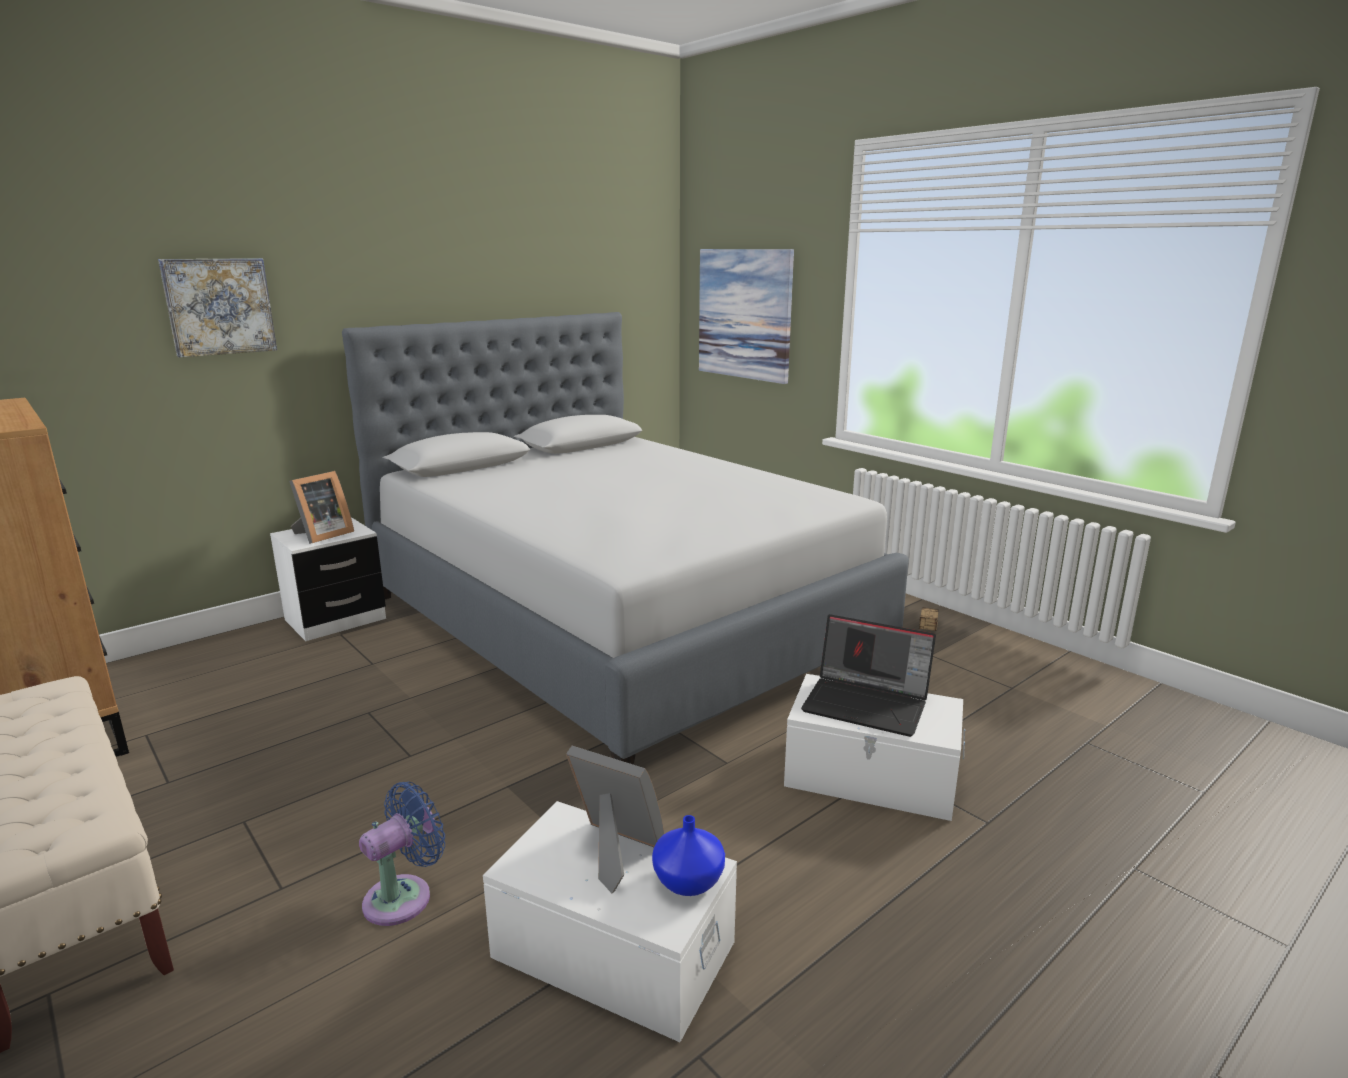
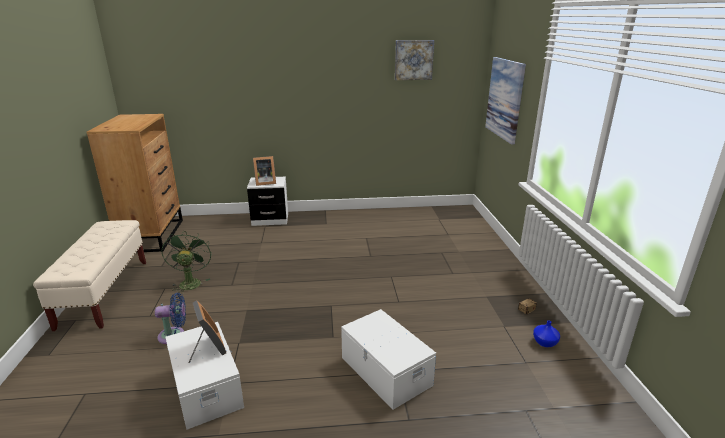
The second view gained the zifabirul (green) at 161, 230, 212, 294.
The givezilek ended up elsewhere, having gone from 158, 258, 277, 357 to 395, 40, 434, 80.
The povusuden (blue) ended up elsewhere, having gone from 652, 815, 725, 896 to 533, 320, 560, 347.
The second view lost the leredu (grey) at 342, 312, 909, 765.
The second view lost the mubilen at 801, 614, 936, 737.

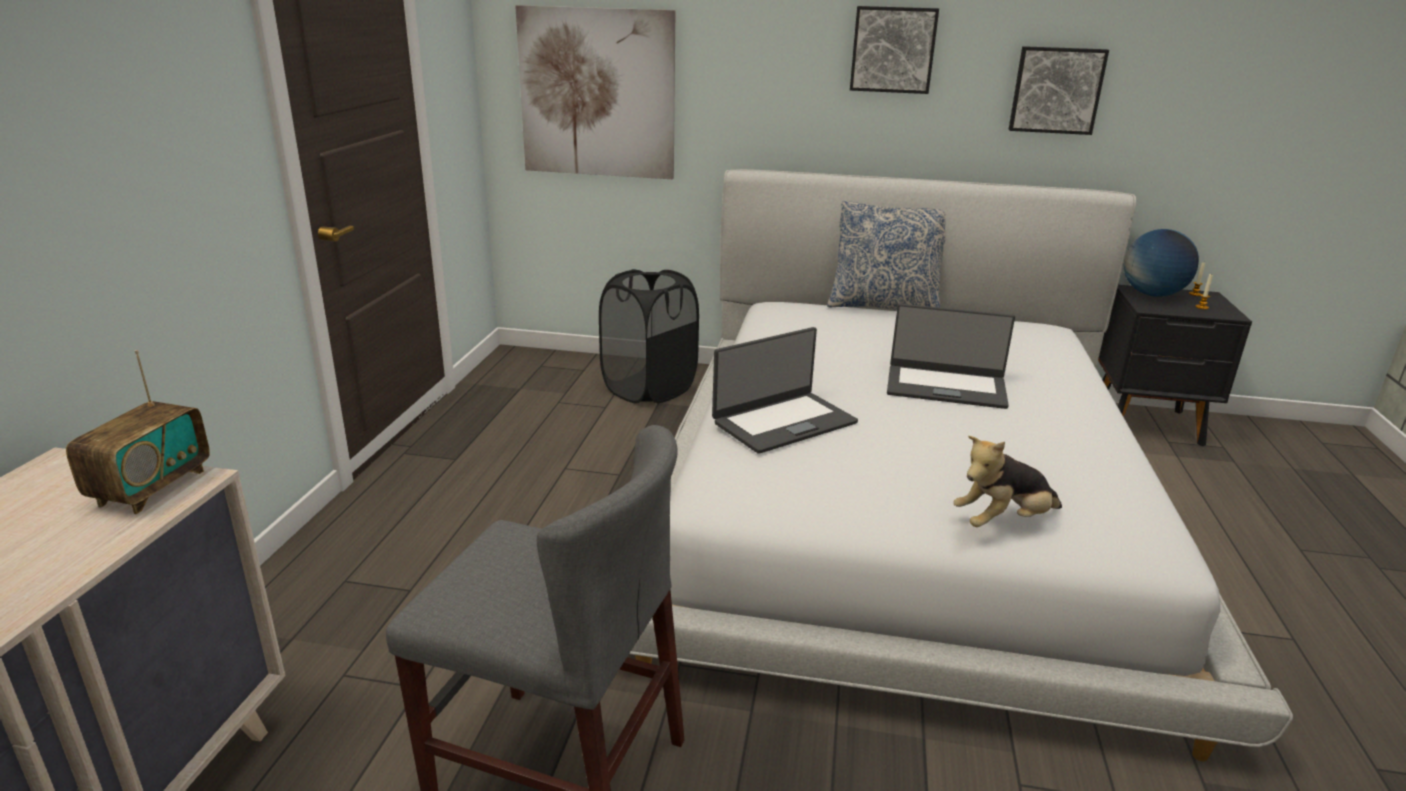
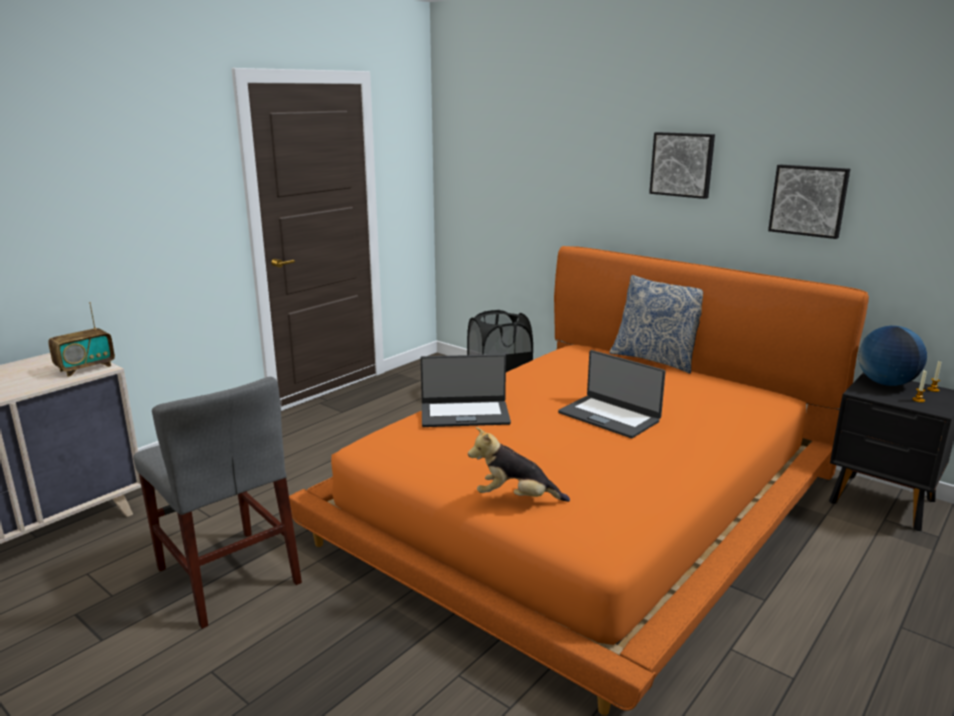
What was the leredu (white) at 629, 169, 1293, 761 turned into the leredu (orange) at 289, 246, 869, 715.
The second view lost the givezilek at 515, 5, 675, 179.

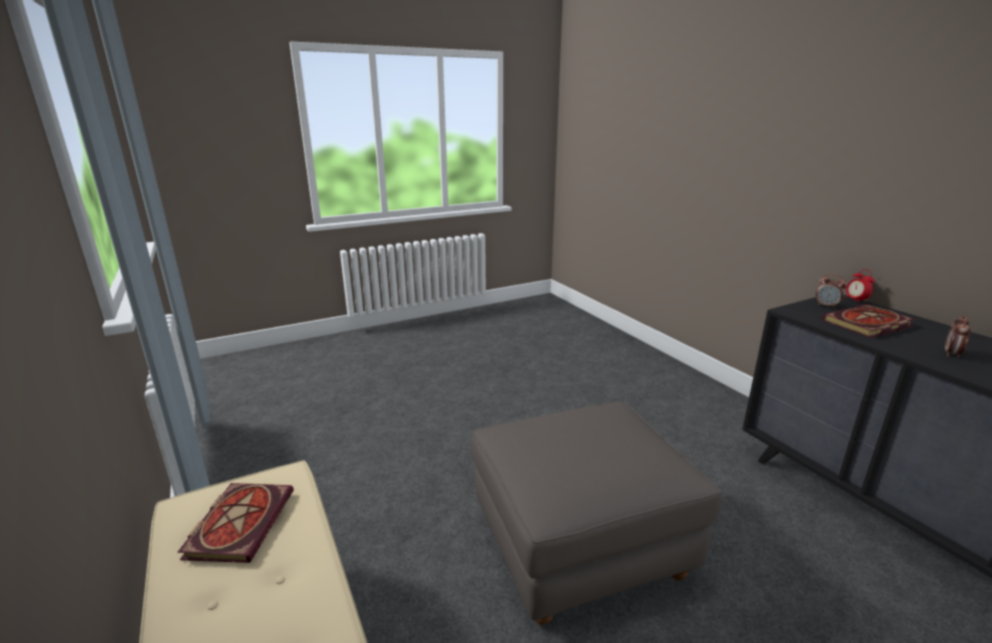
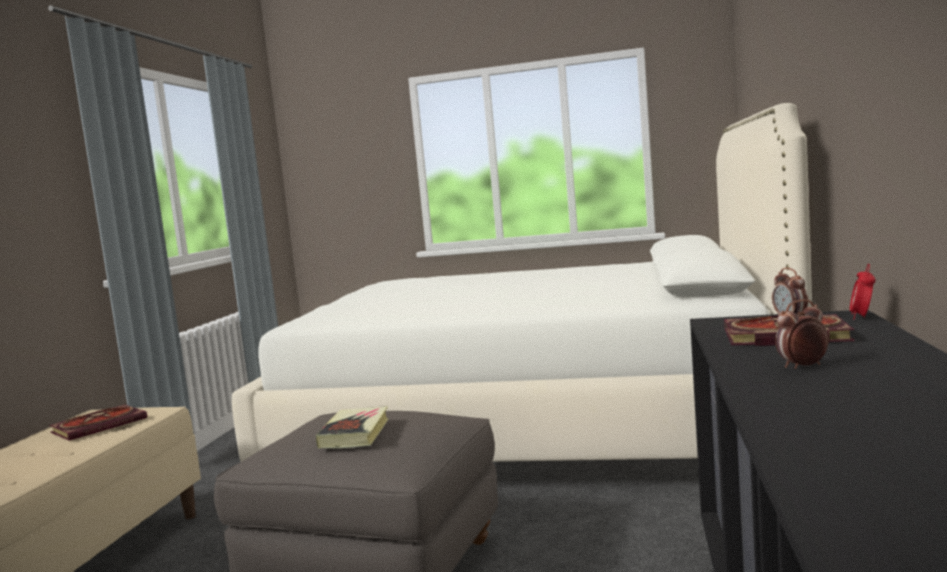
The second view gained the leredu (white) at 232, 103, 812, 462.
The second view gained the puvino at 315, 406, 388, 449.

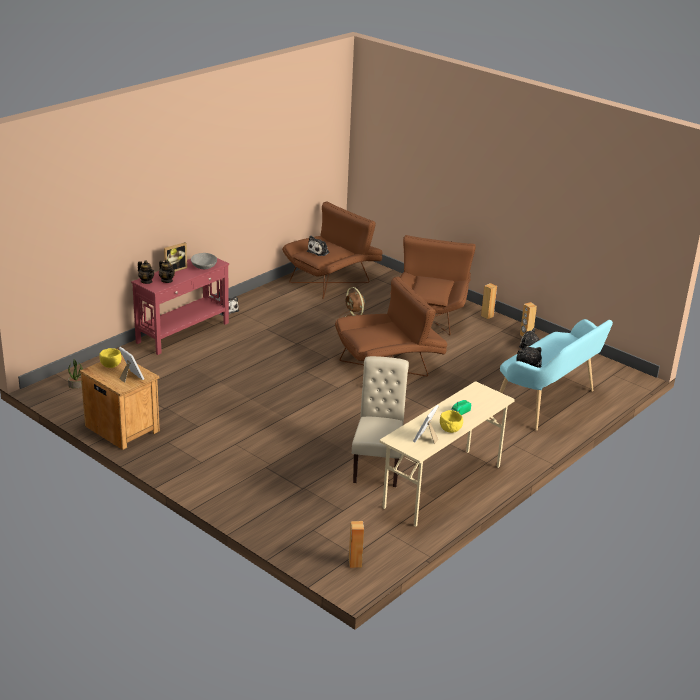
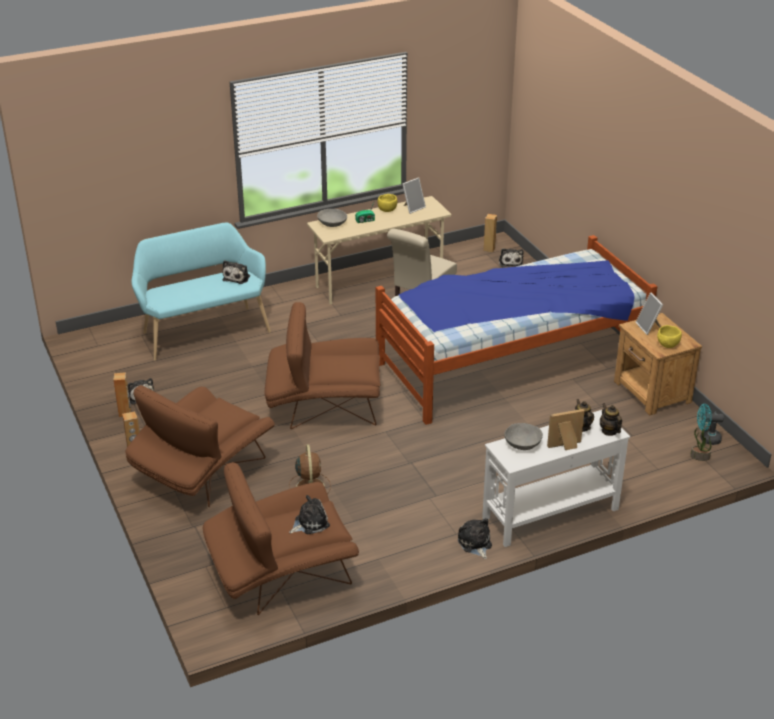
The second view gained the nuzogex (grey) at 317, 209, 347, 227.
The second view gained the leredu at 376, 235, 657, 425.
What was the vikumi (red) at 131, 258, 229, 355 turned into the vikumi (white) at 482, 410, 630, 547.
The second view gained the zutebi at 499, 248, 524, 267.
The second view gained the zifabirul (turquoise) at 697, 404, 724, 445.

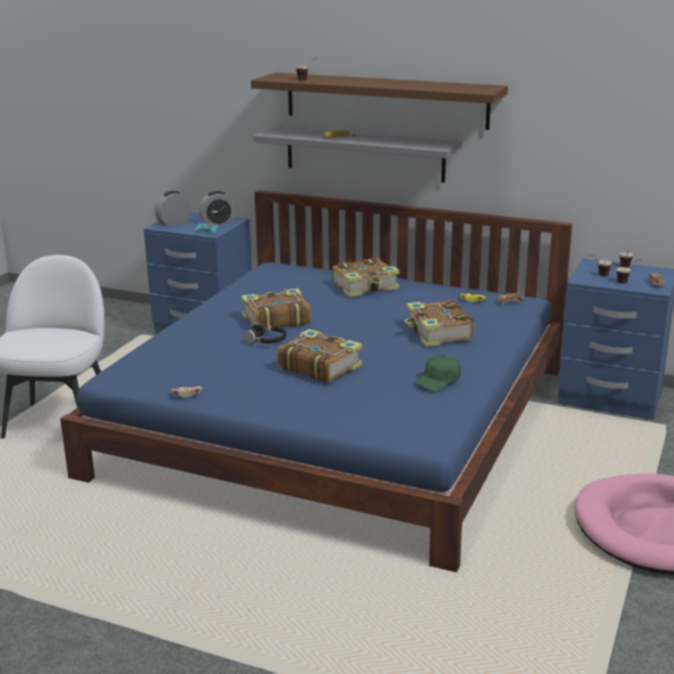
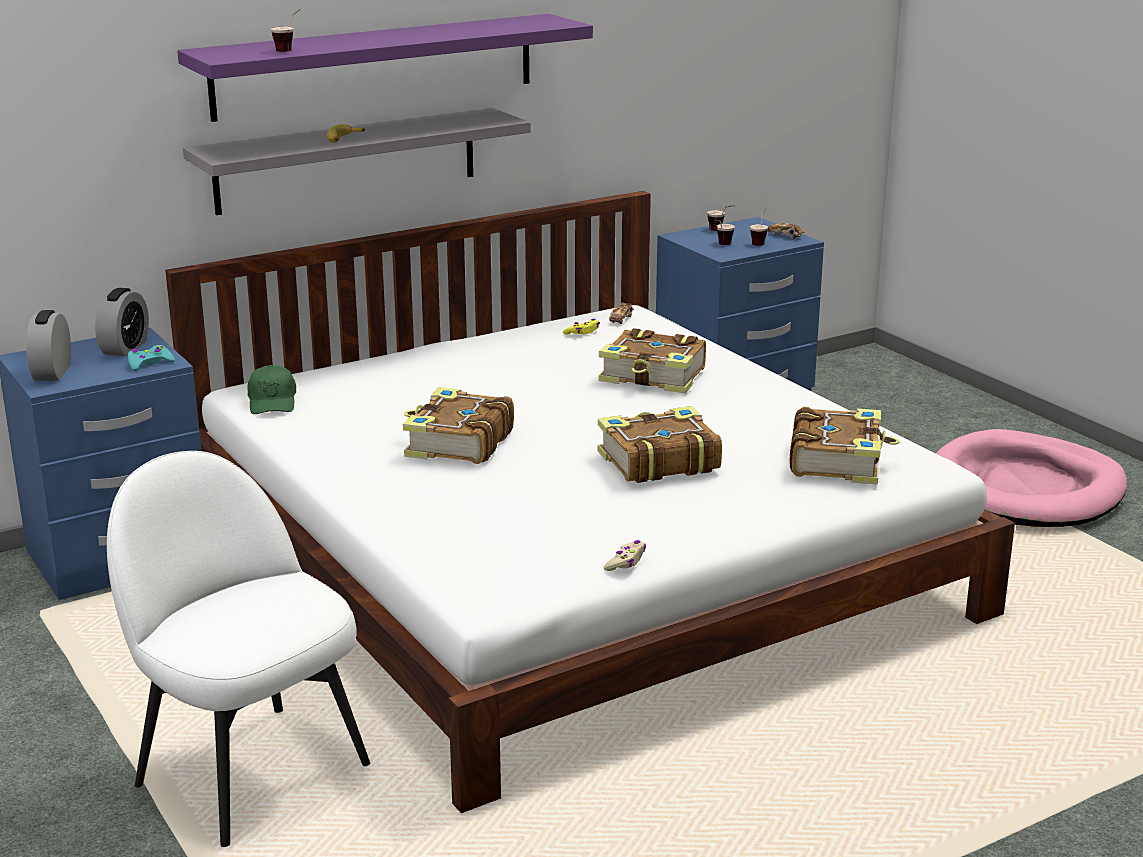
What was the leredu (blue) at 60, 190, 572, 573 turned into the leredu (white) at 165, 191, 1015, 813.
What was the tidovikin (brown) at 251, 73, 508, 130 turned into the tidovikin (purple) at 177, 14, 593, 122.
The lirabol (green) ended up elsewhere, having gone from 414, 355, 461, 392 to 248, 365, 296, 414.
The puvino ended up elsewhere, having gone from 332, 258, 400, 297 to 789, 407, 900, 485.
The second view lost the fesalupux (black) at 245, 323, 287, 344.

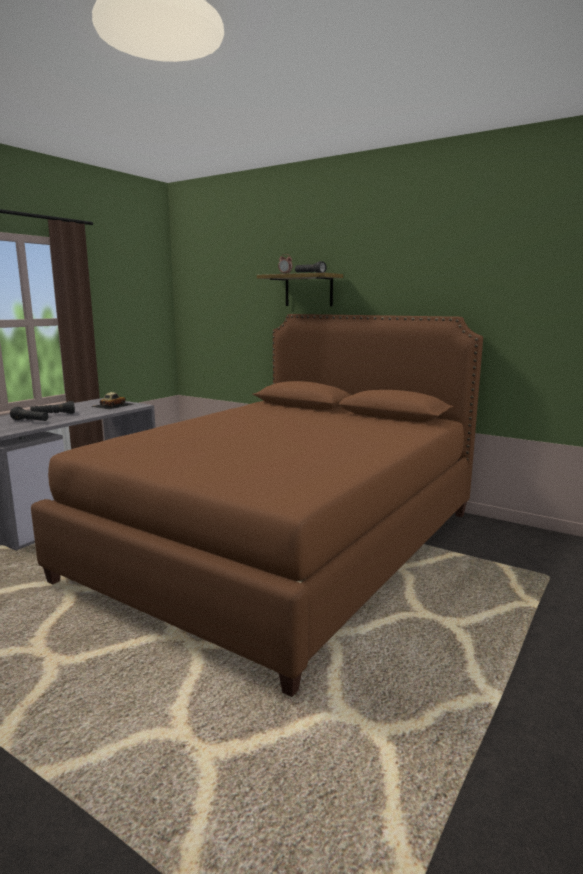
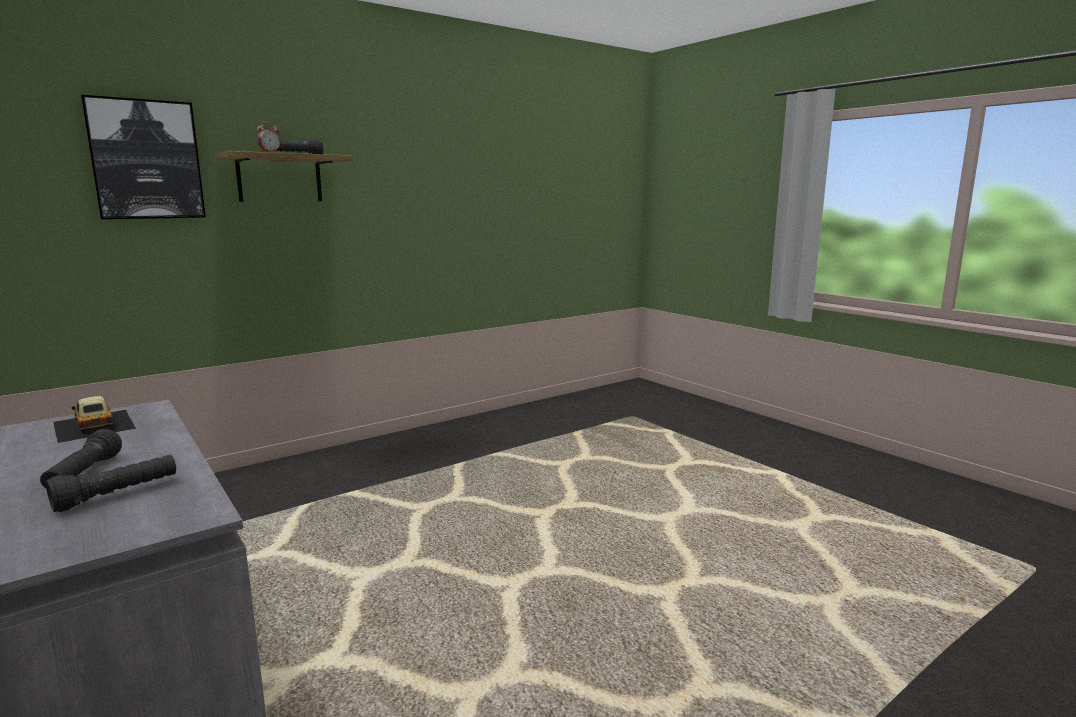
The second view gained the givezilek at 81, 95, 206, 219.
The second view lost the leredu (brown) at 31, 314, 483, 697.

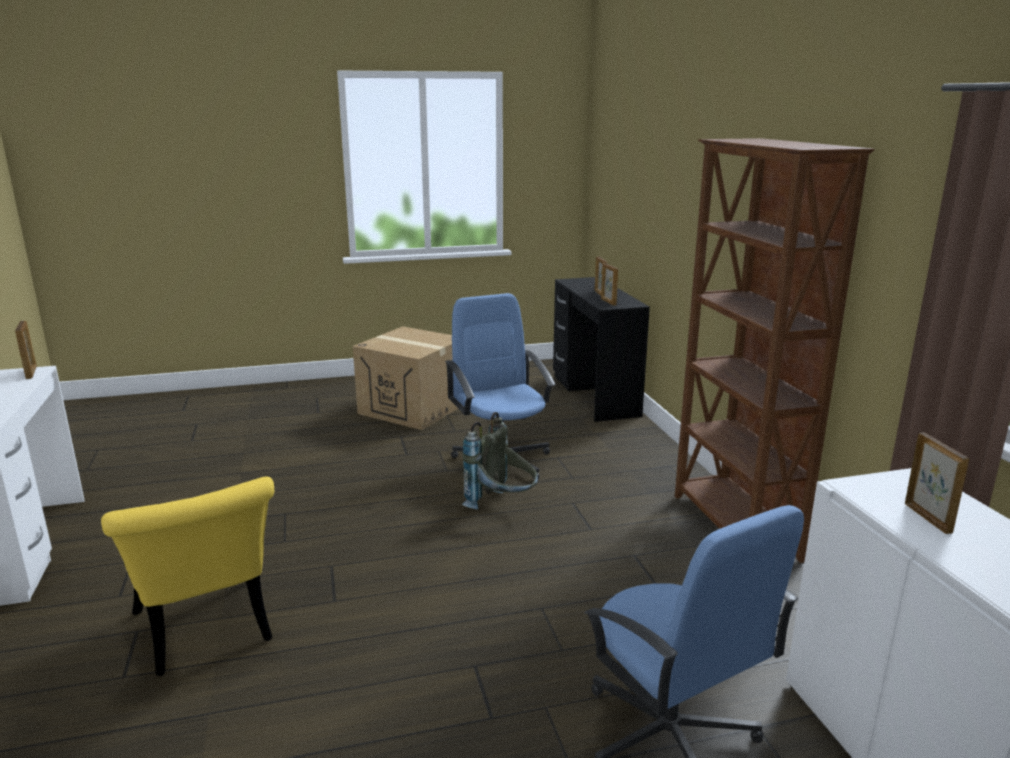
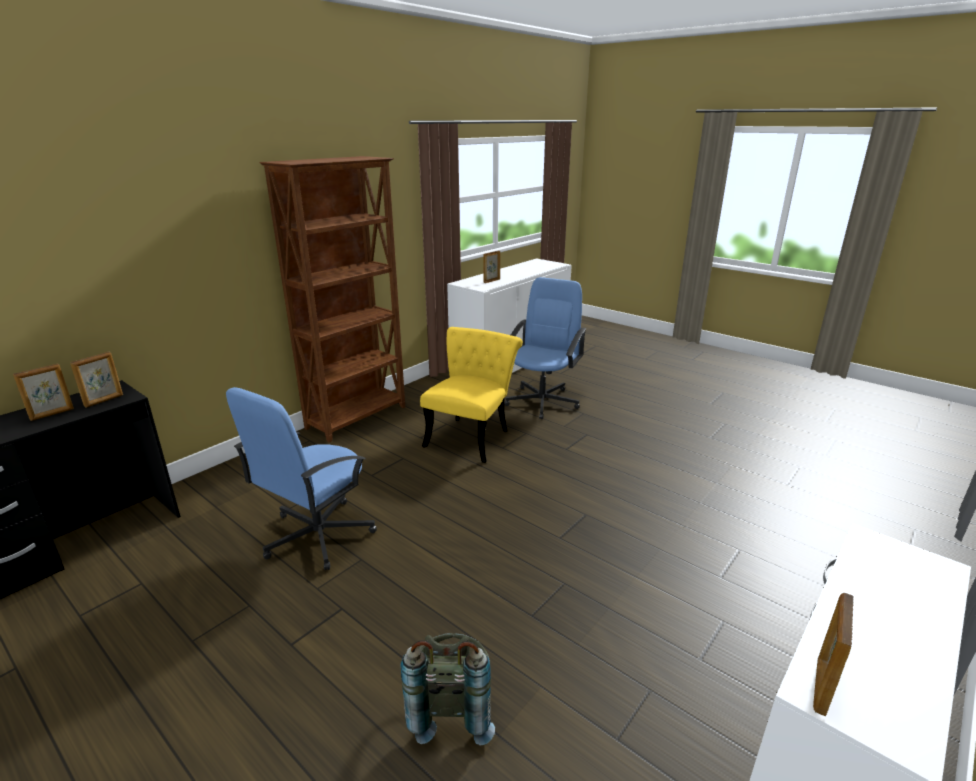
The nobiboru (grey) ended up elsewhere, having gone from 462, 412, 538, 509 to 401, 633, 495, 746.
The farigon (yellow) ended up elsewhere, having gone from 101, 477, 274, 676 to 420, 327, 523, 463.
The second view lost the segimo at 353, 326, 458, 430.

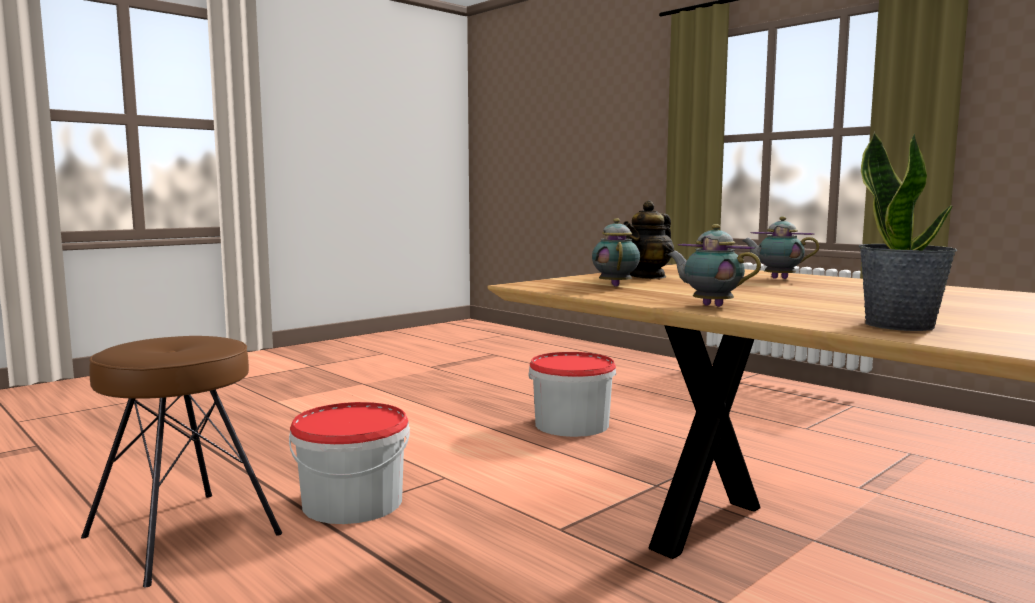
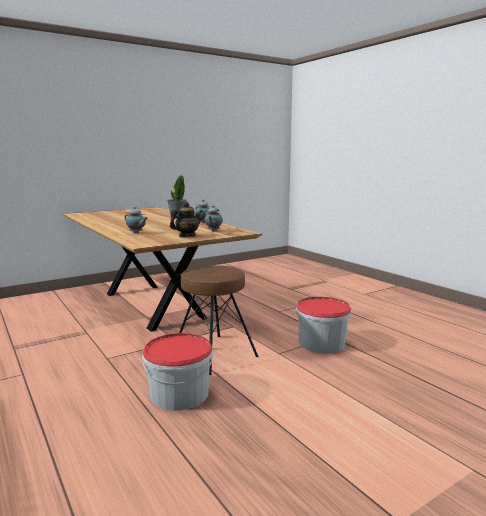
The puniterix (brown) ended up elsewhere, having gone from 81, 336, 282, 587 to 179, 265, 258, 375.

